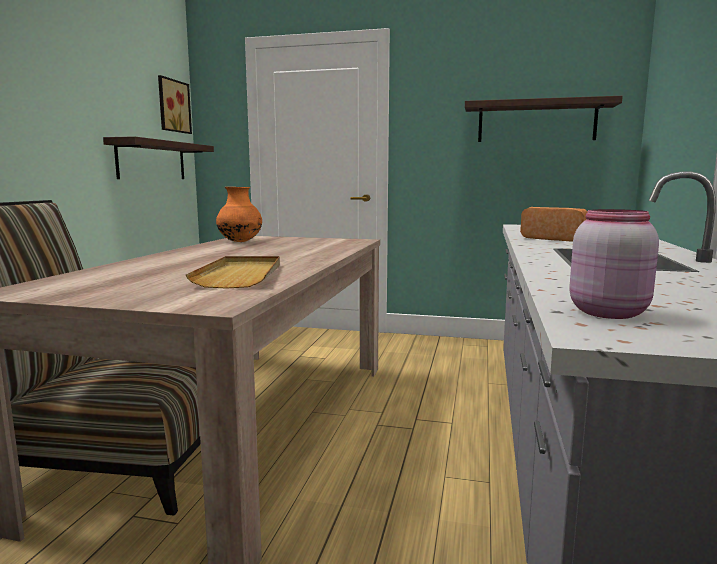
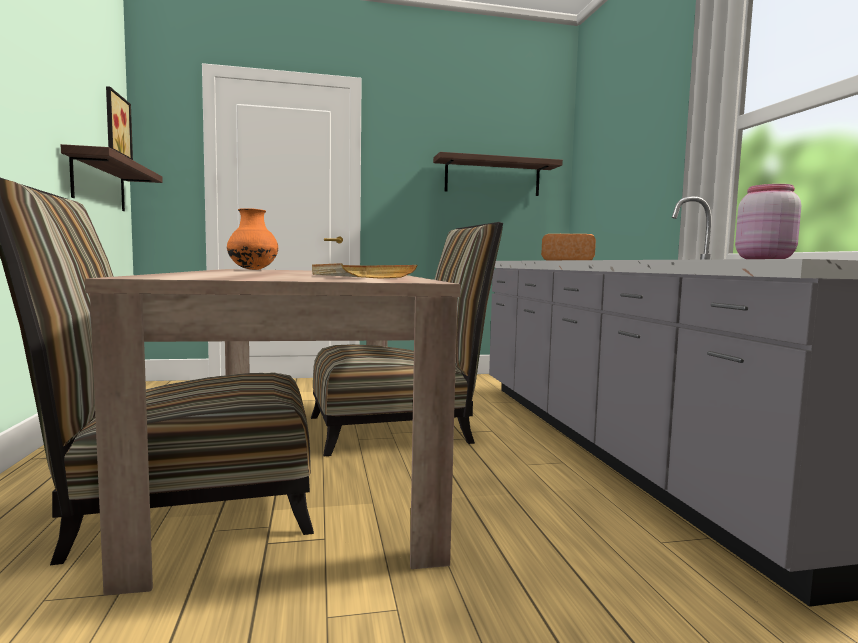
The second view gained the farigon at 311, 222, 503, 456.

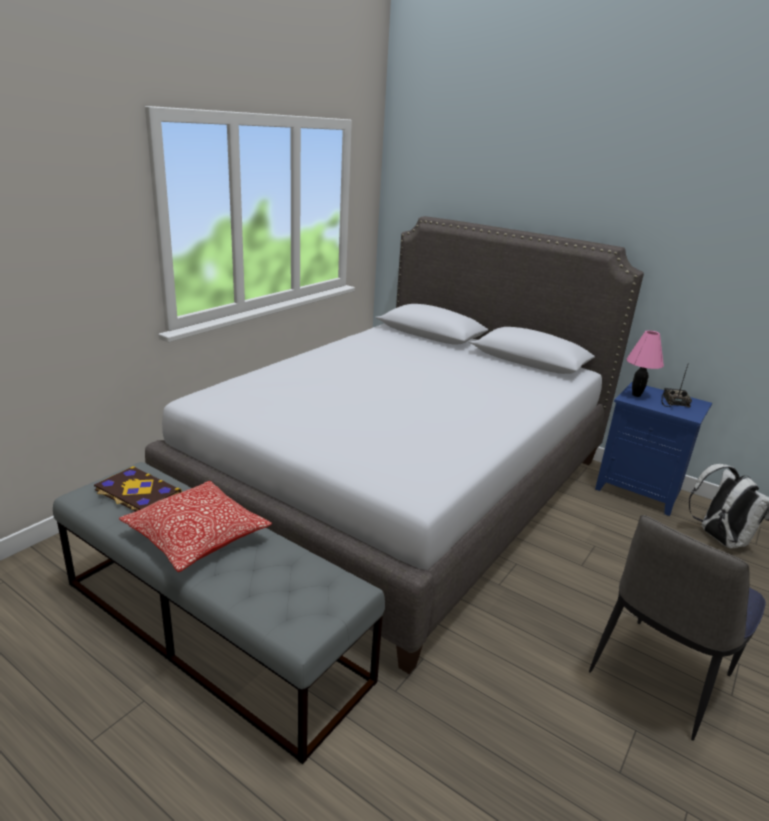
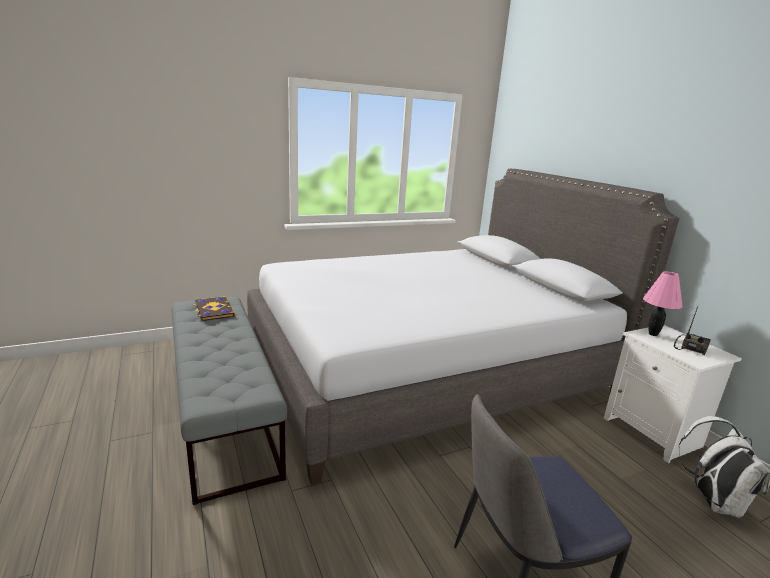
What was the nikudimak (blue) at 595, 382, 712, 516 turned into the nikudimak (white) at 604, 325, 742, 463.
The second view lost the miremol at 119, 481, 272, 572.

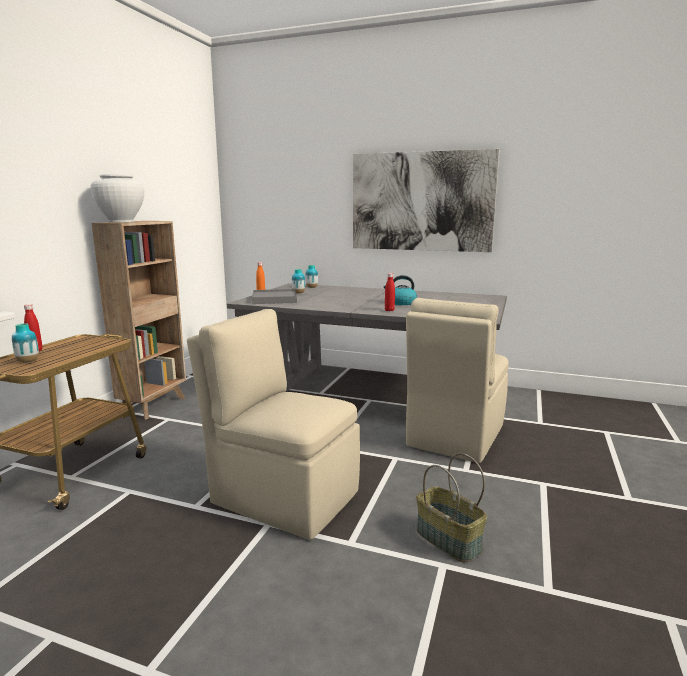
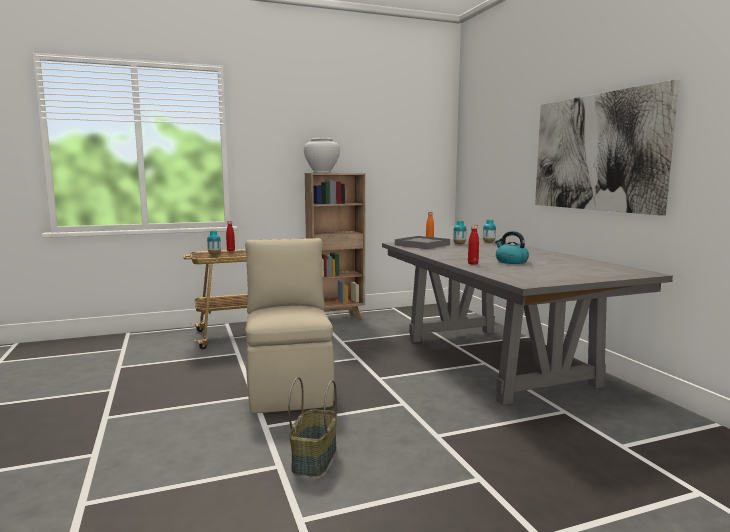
The second view lost the farigon (beige) at 406, 298, 509, 463.

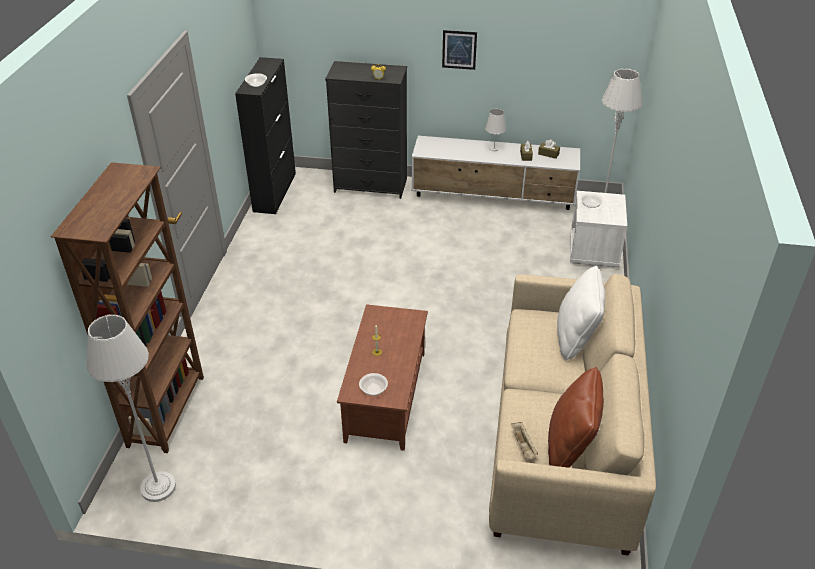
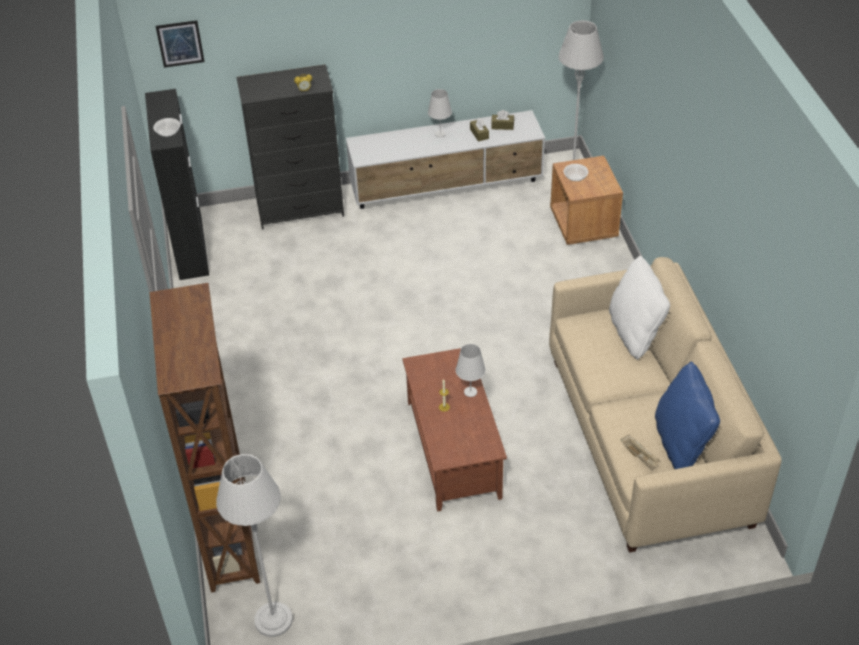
The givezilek ended up elsewhere, having gone from 442, 30, 477, 70 to 156, 20, 205, 68.
The second view gained the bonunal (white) at 456, 344, 486, 397.
What was the nikudimak (white) at 570, 191, 627, 267 turned into the nikudimak (brown) at 550, 156, 623, 245.
What was the miremol (brown) at 548, 367, 604, 468 turned into the miremol (blue) at 655, 362, 720, 469.
The second view lost the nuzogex at 359, 373, 388, 396.

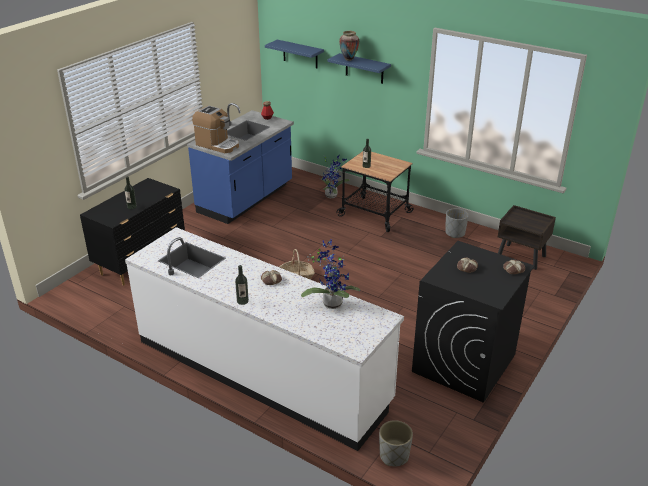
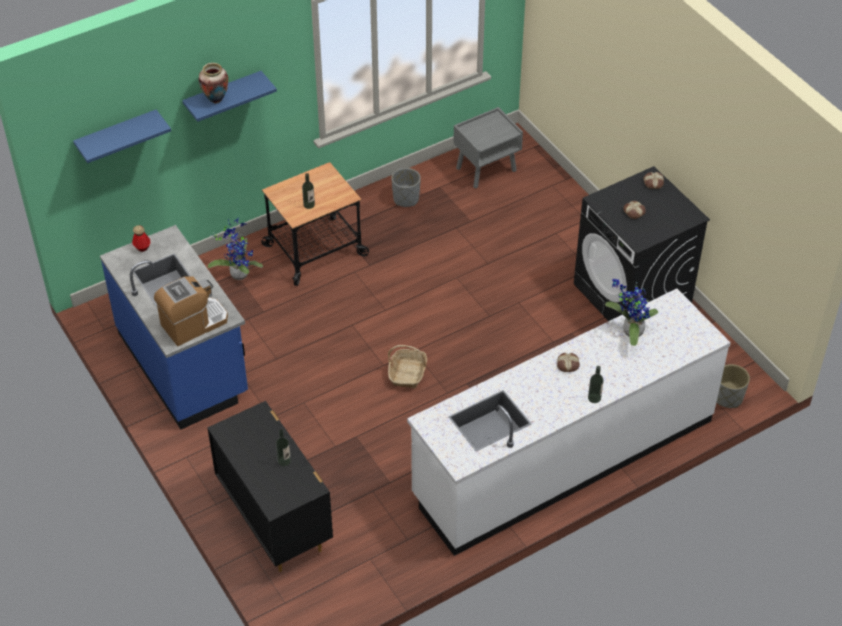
What was the nikudimak (brown) at 498, 205, 556, 270 turned into the nikudimak (grey) at 453, 107, 523, 188.

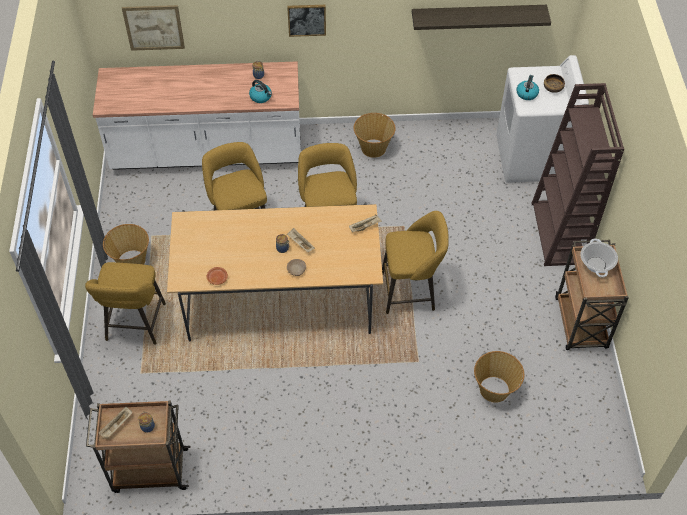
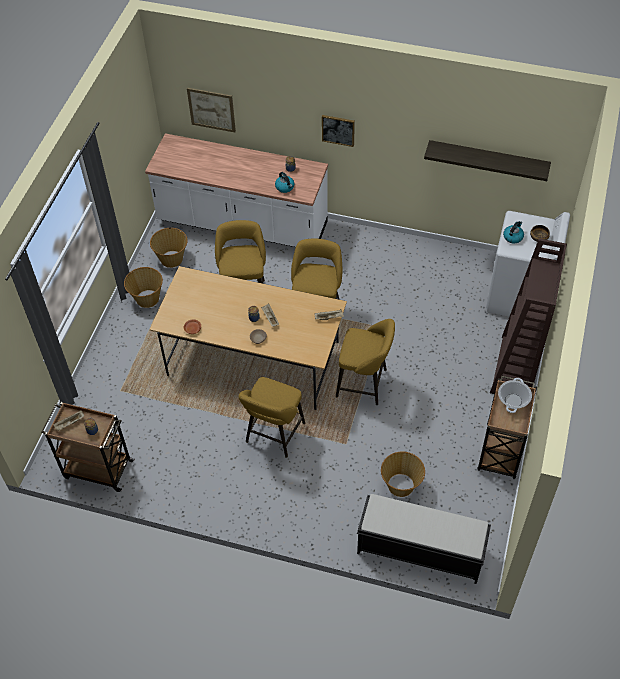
The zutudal ended up elsewhere, having gone from 354, 113, 396, 158 to 150, 228, 188, 268.
The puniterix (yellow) ended up elsewhere, having gone from 85, 262, 166, 345 to 239, 377, 305, 458.
The second view gained the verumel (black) at 357, 494, 491, 584.

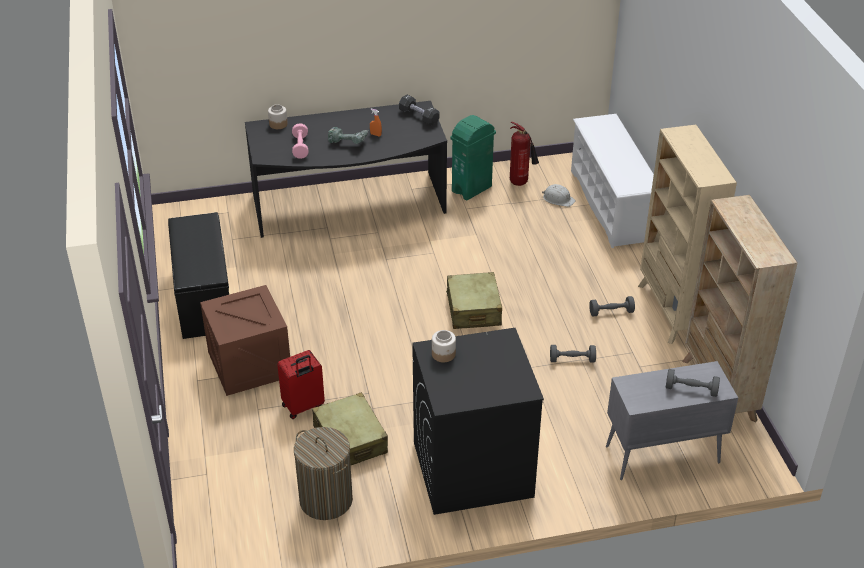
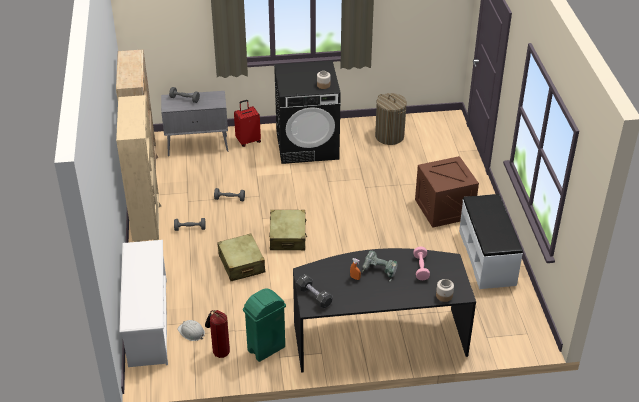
The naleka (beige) ended up elsewhere, having gone from 312, 392, 388, 465 to 217, 234, 265, 281.
The naleka (red) ended up elsewhere, having gone from 277, 350, 325, 419 to 234, 100, 261, 147.
What was the verumel (black) at 168, 212, 229, 339 turned into the verumel (white) at 459, 194, 523, 289.

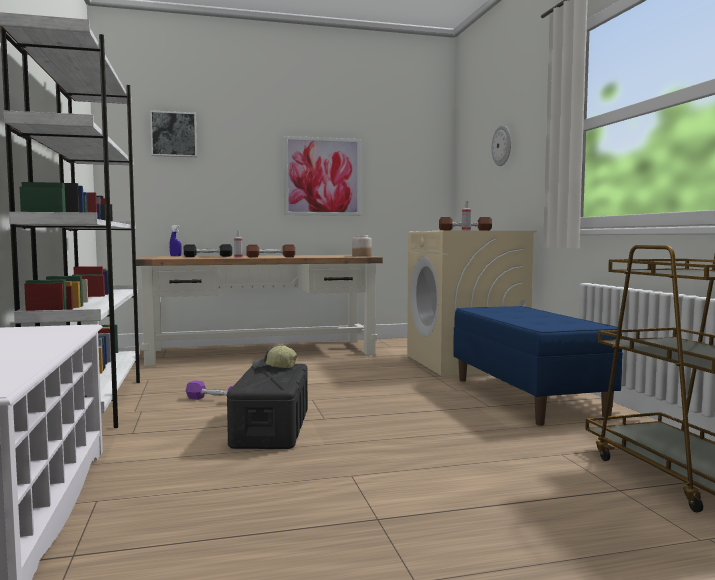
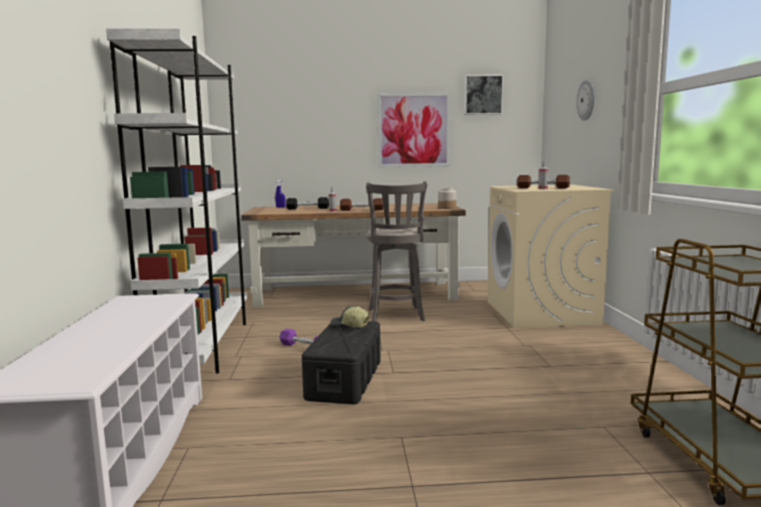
The second view gained the puniterix (grey) at 366, 181, 428, 322.
The givezilek ended up elsewhere, having gone from 150, 110, 197, 157 to 464, 75, 504, 115.
The second view lost the verumel (blue) at 453, 306, 623, 426.

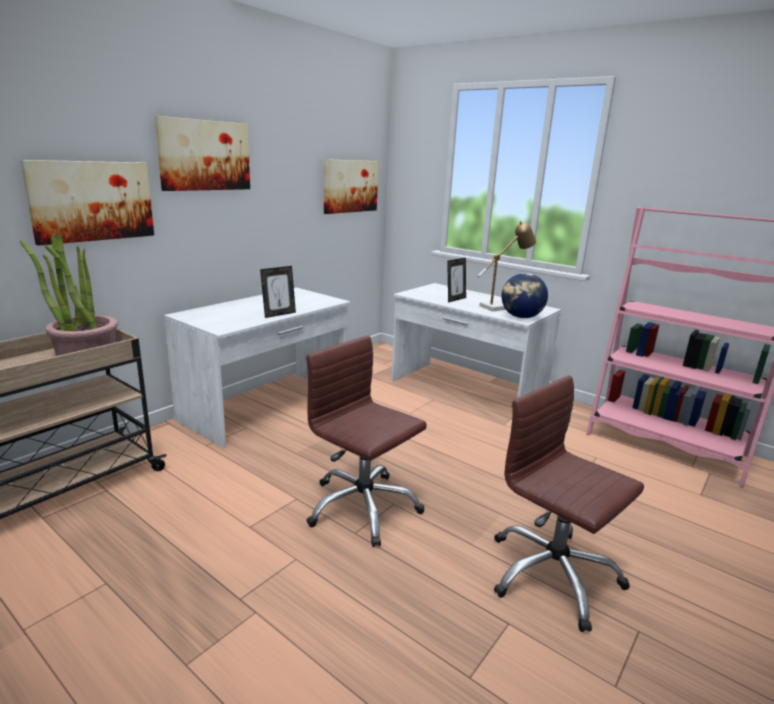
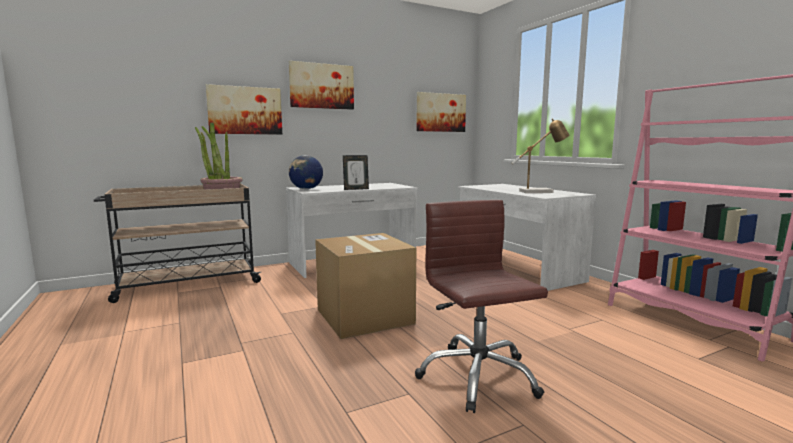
The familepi ended up elsewhere, having gone from 502, 273, 548, 318 to 289, 155, 323, 189.
Where the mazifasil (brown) stood at 306, 336, 427, 547, the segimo came to stand at 315, 233, 416, 339.
The second view lost the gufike at 447, 258, 466, 303.

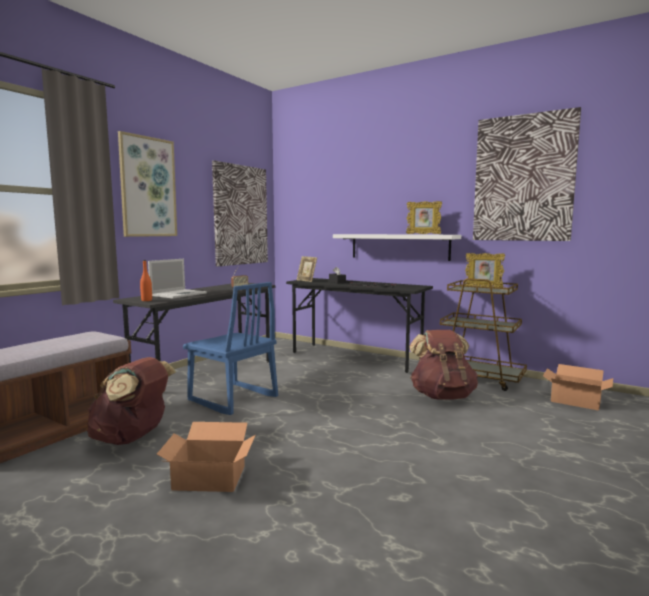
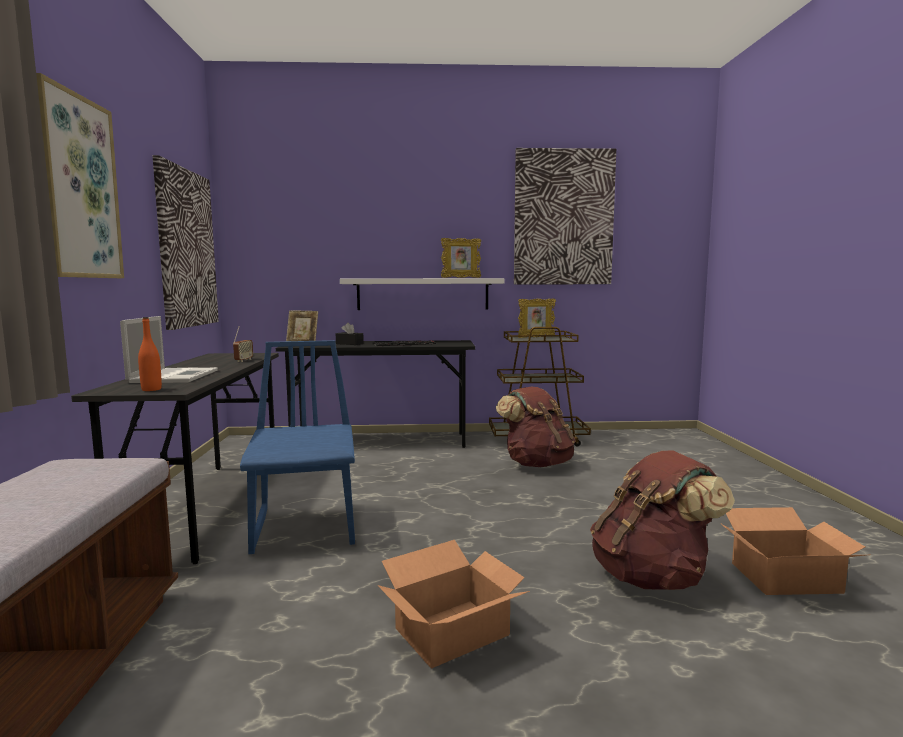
The farigon (blue) at 183, 282, 278, 415 ended up facing another way, 105 degrees counterclockwise from before.
The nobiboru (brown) ended up elsewhere, having gone from 87, 357, 176, 445 to 590, 451, 735, 590.
The segimo ended up elsewhere, having gone from 543, 364, 613, 411 to 720, 507, 866, 595.

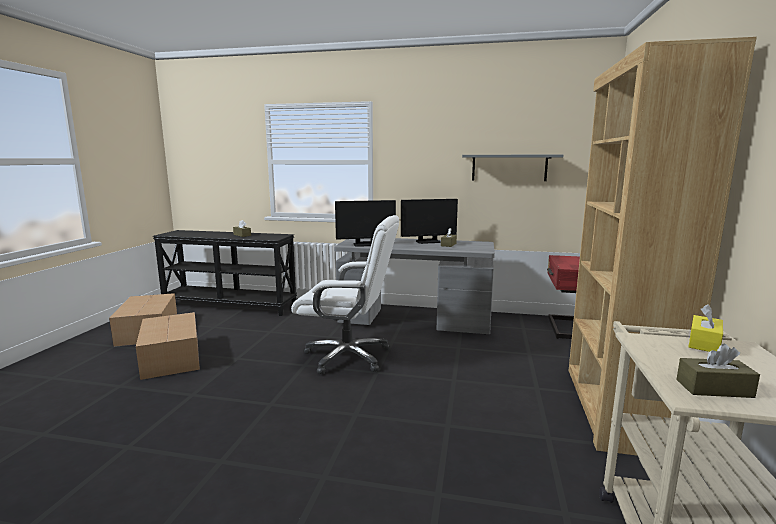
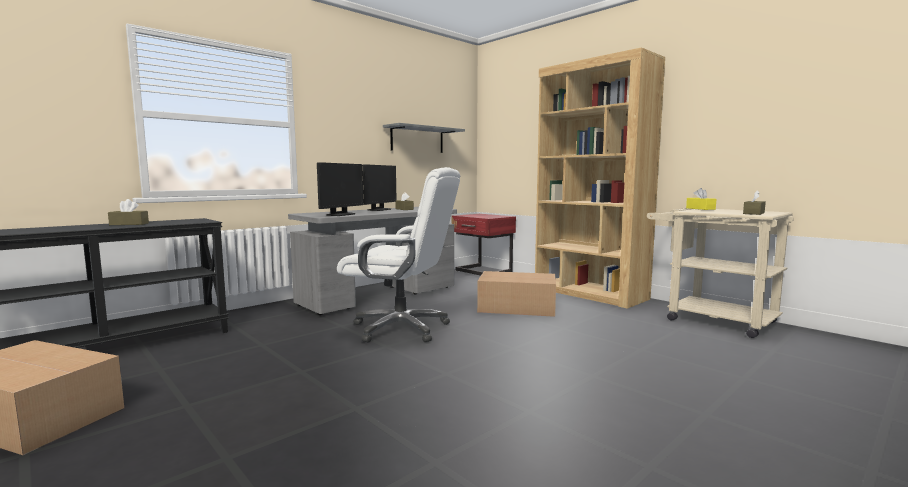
The mazifasil (white) at 291, 215, 399, 374 ended up facing another way, 60 degrees clockwise from before.
The segimo ended up elsewhere, having gone from 136, 312, 200, 380 to 477, 271, 556, 317.

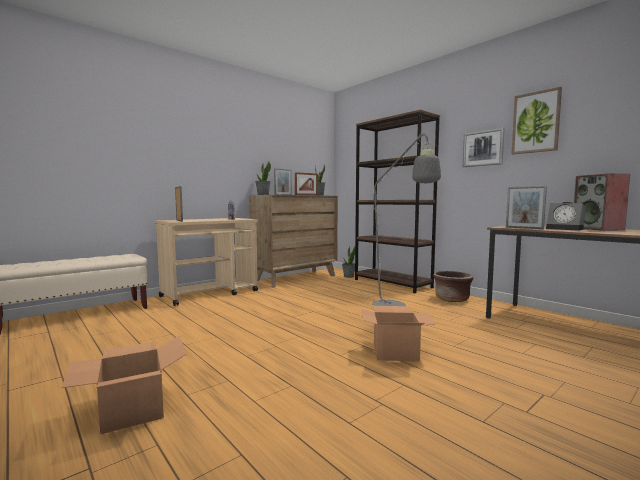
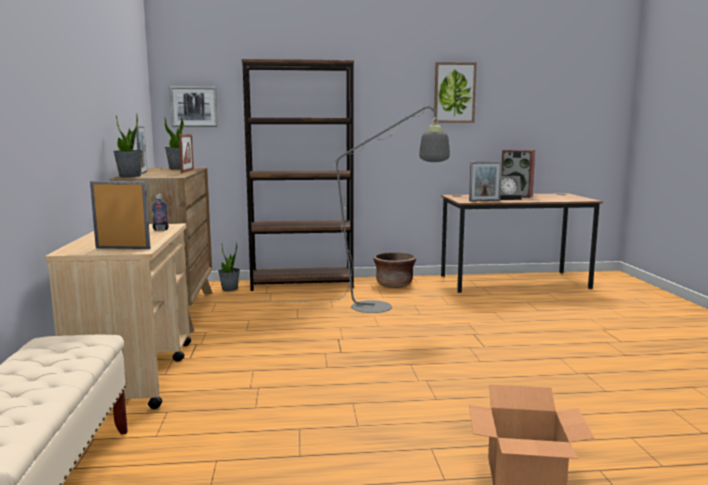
The givezilek ended up elsewhere, having gone from 463, 128, 505, 167 to 169, 86, 218, 127.
The second view lost the segimo at 362, 306, 436, 362.

